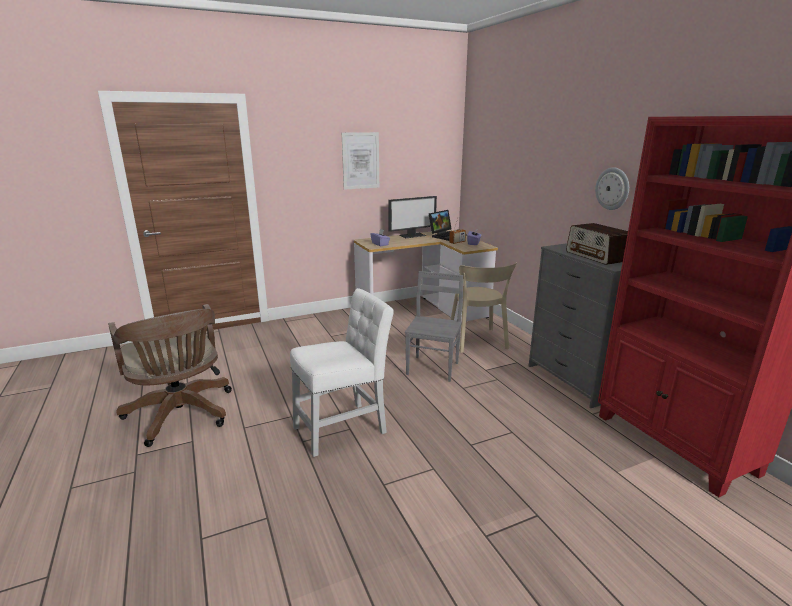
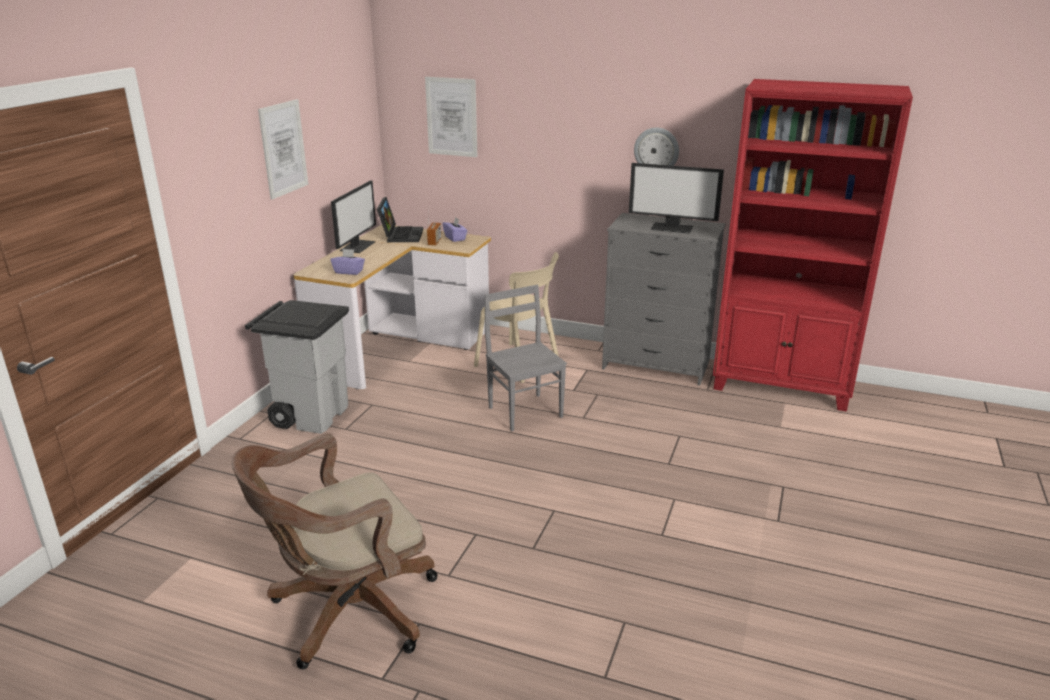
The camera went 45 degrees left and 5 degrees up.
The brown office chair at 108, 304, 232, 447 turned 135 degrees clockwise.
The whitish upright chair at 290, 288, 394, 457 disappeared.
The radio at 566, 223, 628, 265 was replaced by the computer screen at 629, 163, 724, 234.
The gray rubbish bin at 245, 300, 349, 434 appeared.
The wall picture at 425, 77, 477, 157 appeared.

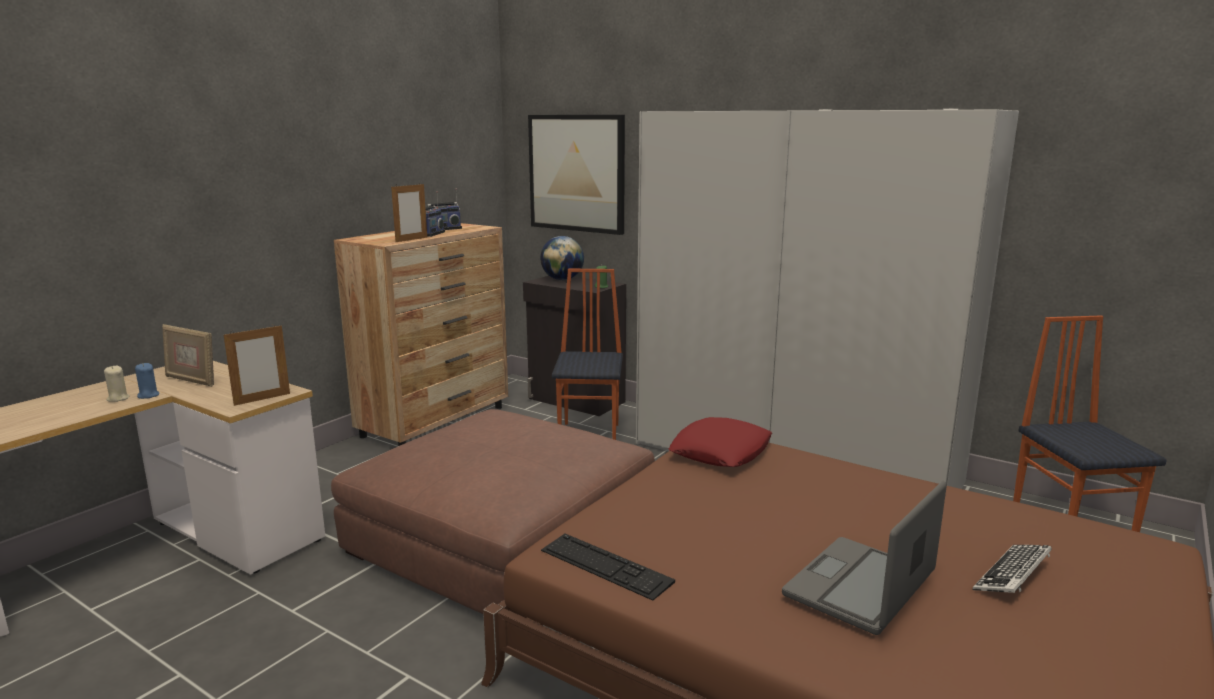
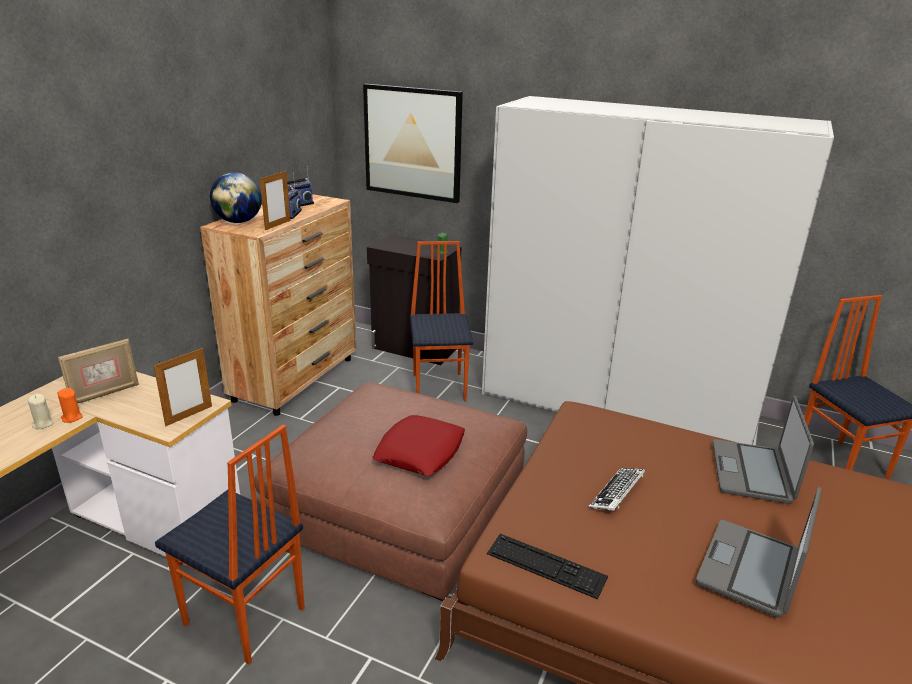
The camera went 10 degrees left and 10 degrees up.
The bluish wax candle at 135, 363, 159, 399 became the orange wax candle at 57, 388, 83, 423.
The picture frame at 162, 324, 214, 387 turned 60 degrees counterclockwise.
The globe moved from 540, 236, 584, 280 to 210, 172, 262, 223.
The red pillow moved from 668, 417, 772, 467 to 373, 415, 465, 476.
The PC keyboard moved from 973, 545, 1052, 593 to 588, 468, 645, 511.
The upright chair at 155, 424, 305, 665 appeared.
The notebook computer at 713, 396, 814, 504 appeared.

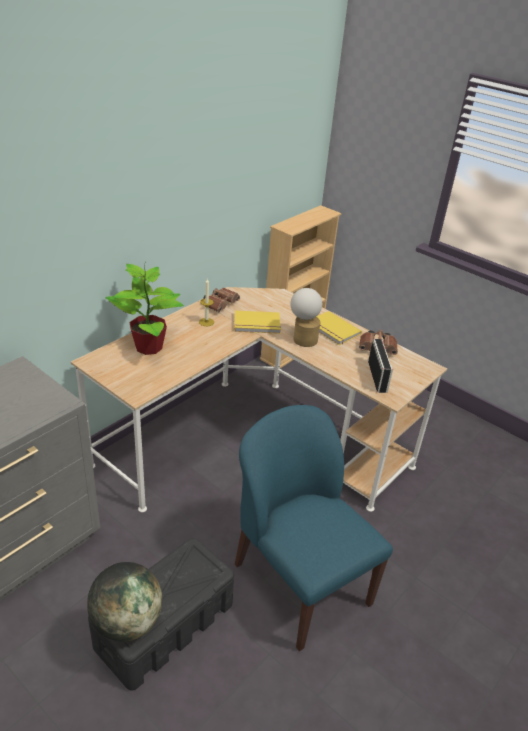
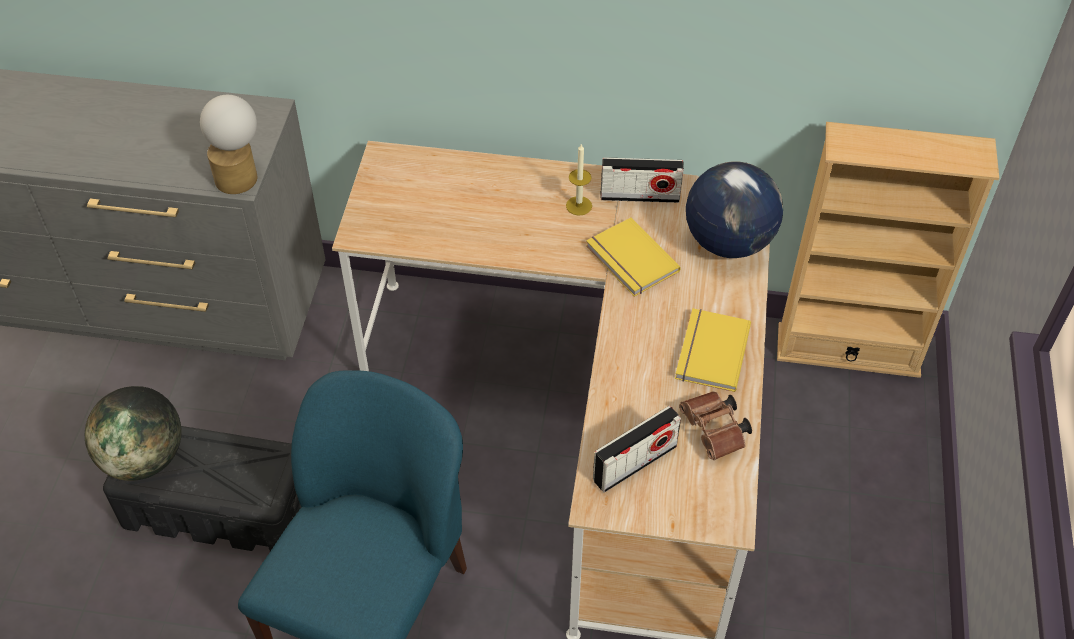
The camera went 60 degrees right and 15 degrees up.
The houseplant at 105, 264, 184, 355 disappeared.
The brown field glasses at 203, 288, 240, 312 was replaced by the radio at 601, 157, 684, 203.
The table lamp moved from 290, 288, 322, 347 to 200, 95, 257, 194.
The globe at 686, 161, 783, 258 appeared.

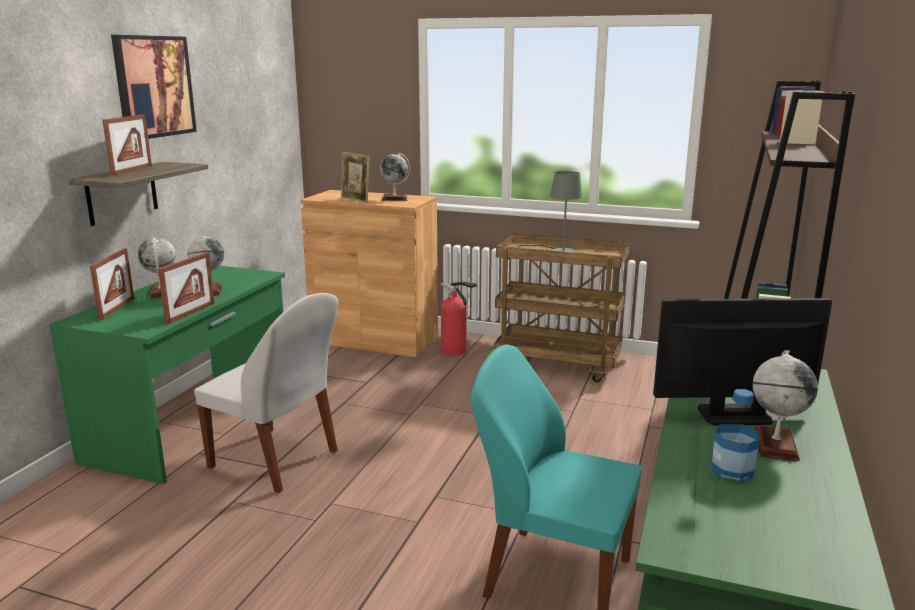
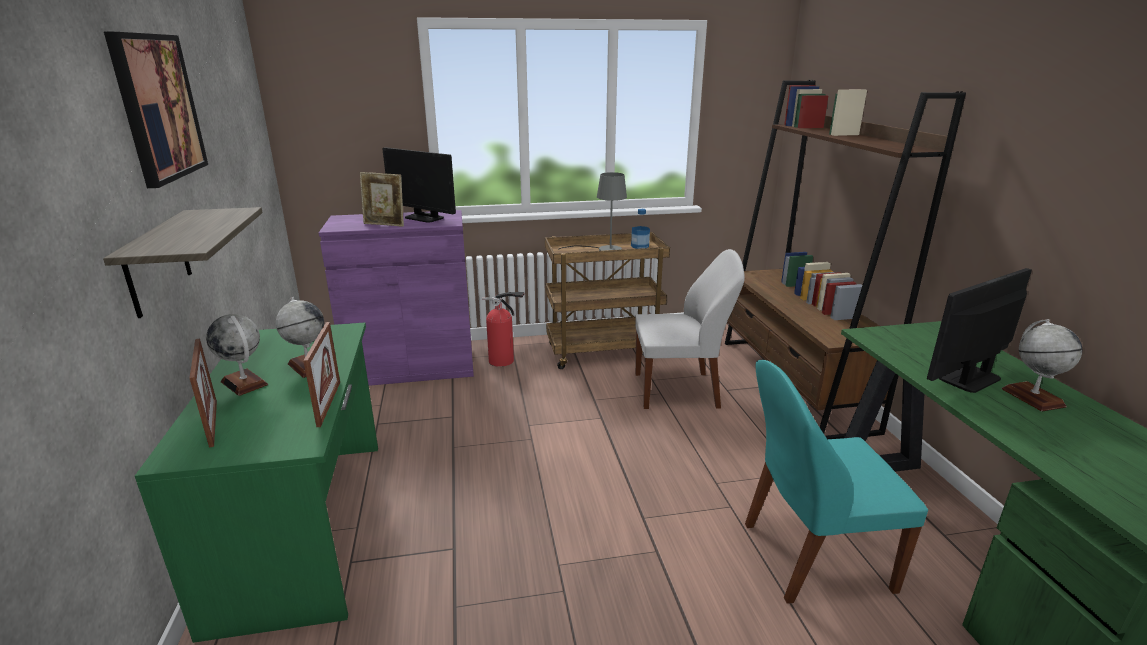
The camera went 30 degrees left and 5 degrees up.
The picture frame at 102, 114, 152, 176 disappeared.
The whitish upright chair moved from 194, 293, 339, 493 to 635, 249, 745, 409.
The brown cupboard at 300, 190, 438, 357 became the purplish cupboard at 319, 210, 474, 386.
The globe at 380, 153, 410, 201 was replaced by the computer screen at 382, 147, 456, 223.
The beverage bottle moved from 711, 389, 760, 482 to 631, 209, 650, 249.

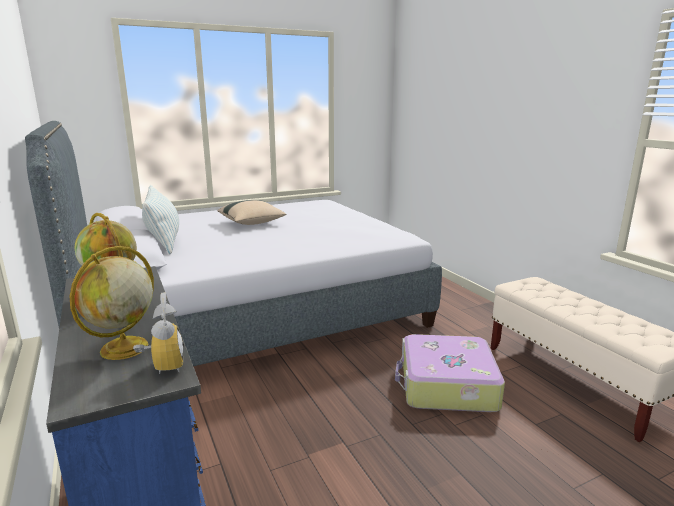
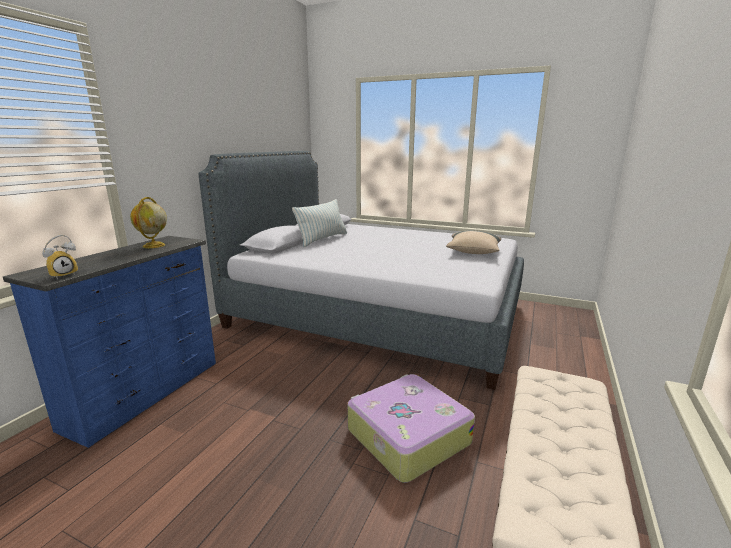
The camera went 50 degrees right and 0 degrees up.
The globe at 70, 246, 154, 360 disappeared.
The beige-coloured pillow moved from 217, 200, 286, 225 to 446, 231, 501, 254.

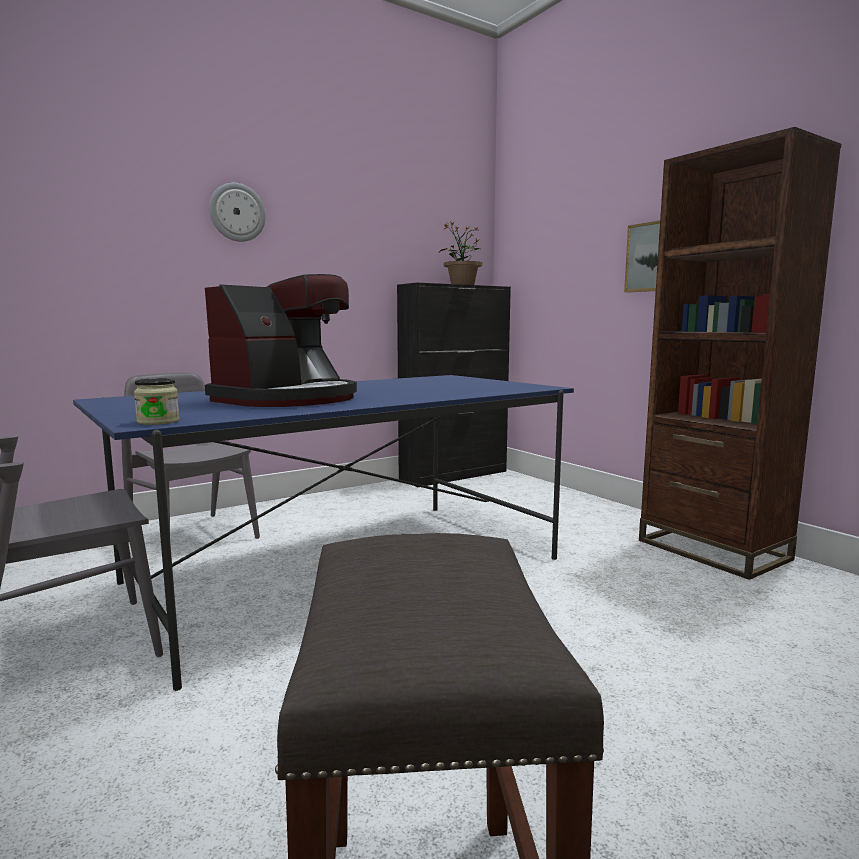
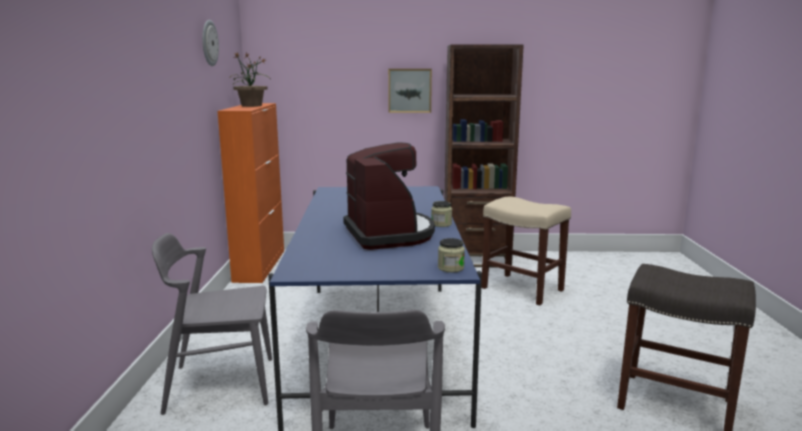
The camera went 55 degrees left and 5 degrees up.
The hanging clock moved from 209, 183, 266, 242 to 202, 20, 219, 66.
The black-coloured cupboard at 397, 283, 511, 487 became the orange cupboard at 217, 103, 284, 283.
The storage jar at 431, 201, 452, 227 appeared.
The beige-coloured stool seat at 481, 197, 571, 306 appeared.

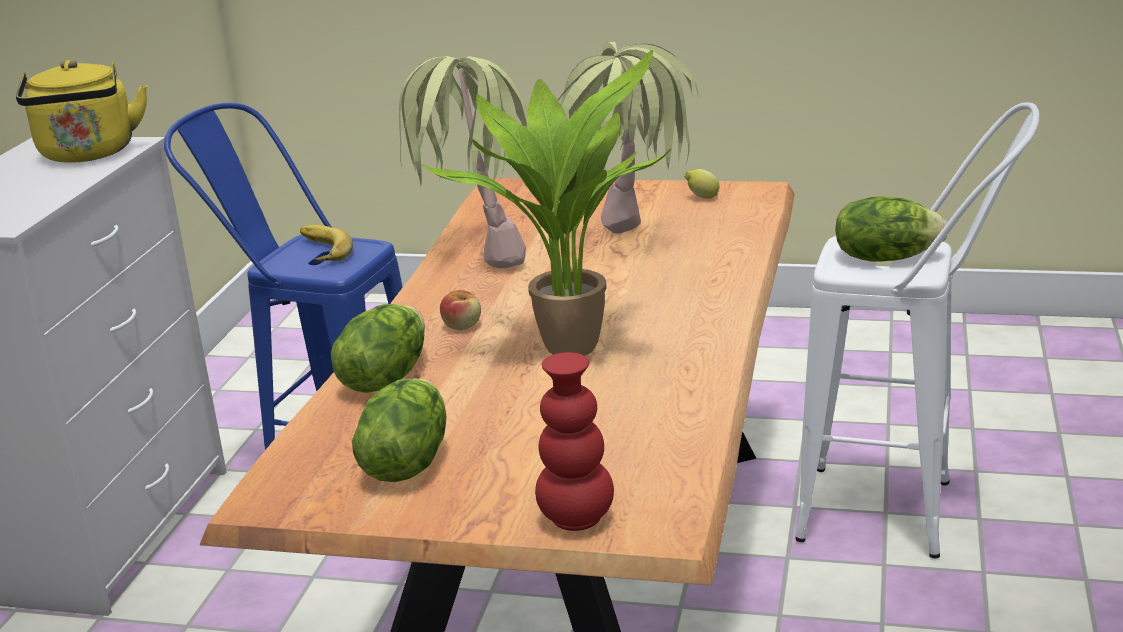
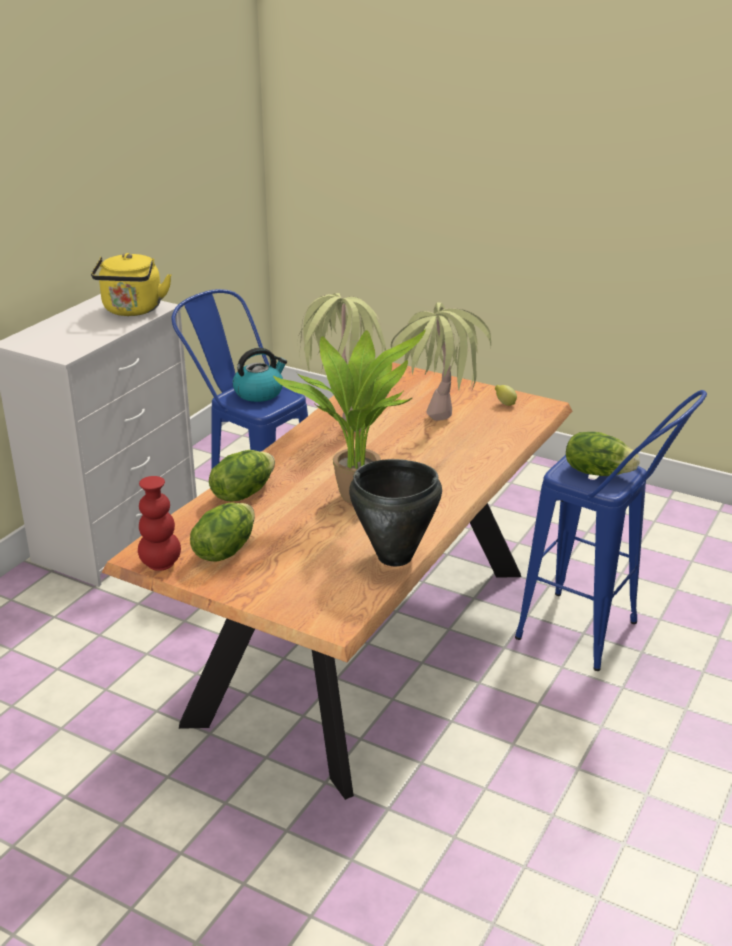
The camera went 15 degrees right and 5 degrees up.
The banana fruit at 300, 225, 353, 262 was replaced by the kettle at 233, 348, 287, 402.
The whole apple at 440, 290, 481, 330 disappeared.
The red vase moved from 535, 352, 614, 531 to 138, 476, 181, 571.
The whitish stool seat at 795, 102, 1040, 559 became the bluish stool seat at 515, 390, 707, 671.
The black-coloured cooking pot at 349, 459, 442, 566 appeared.

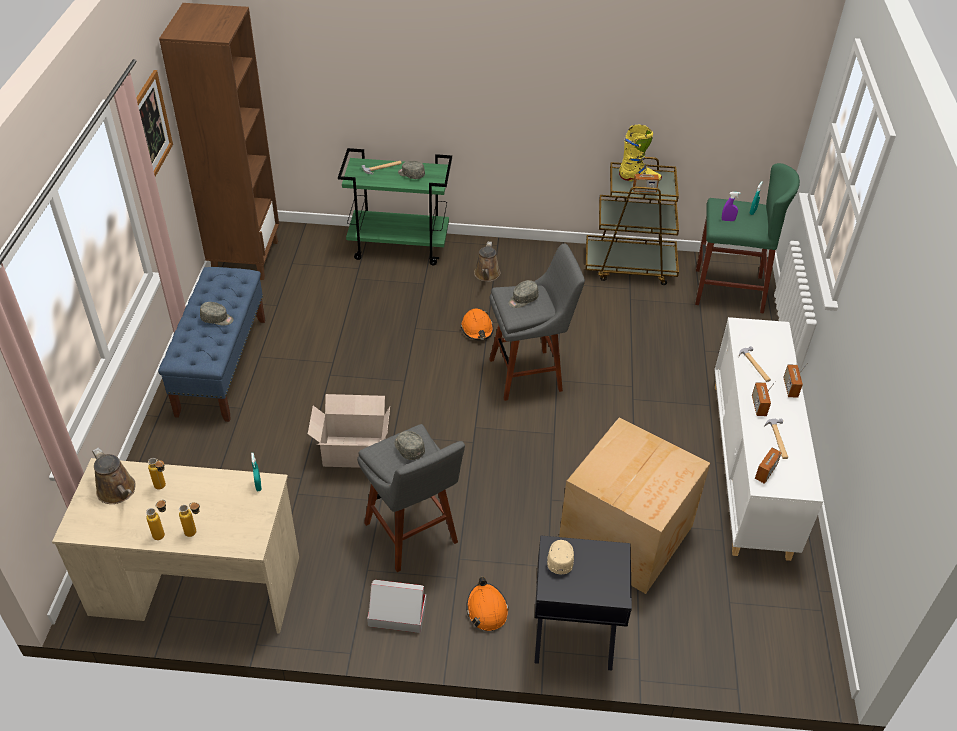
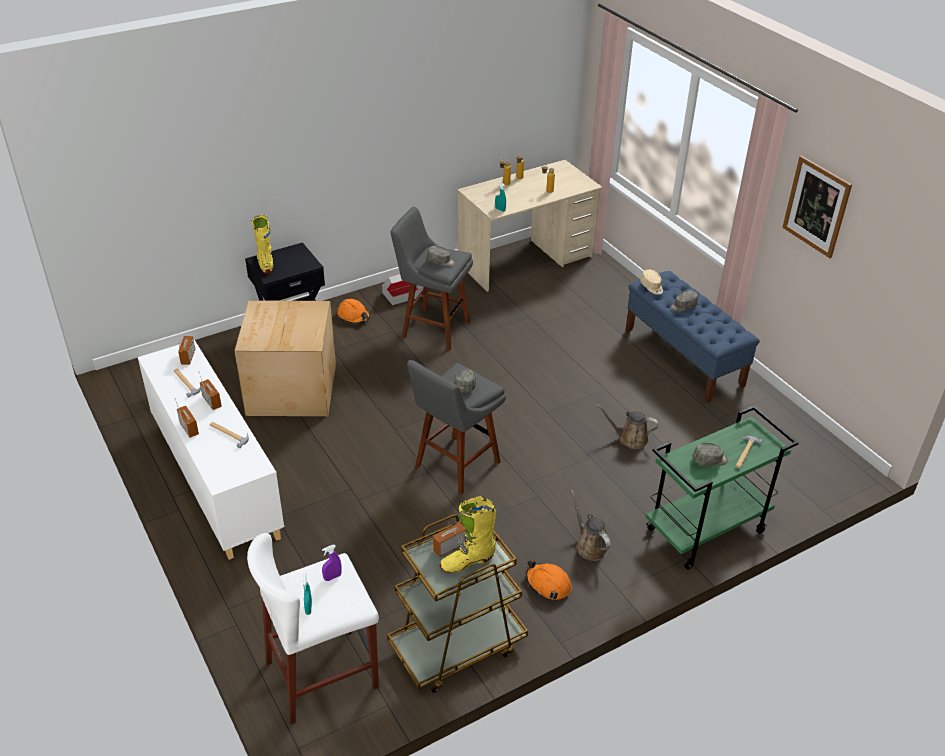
The camera went 145 degrees right and 5 degrees down.
The brown sprinkling can moved from 92, 447, 136, 504 to 596, 404, 659, 449.
The brown bookcase at 159, 3, 279, 280 disappeared.
The packing box at 308, 394, 390, 468 disappeared.
The orange hard hat moved from 461, 308, 494, 340 to 526, 560, 572, 600.
The beige-coloured cap moved from 547, 540, 574, 574 to 640, 269, 663, 294.
The green stool seat at 695, 163, 800, 313 became the whitish stool seat at 247, 533, 379, 724.
The yellowish tall boot at 251, 215, 273, 274 appeared.

